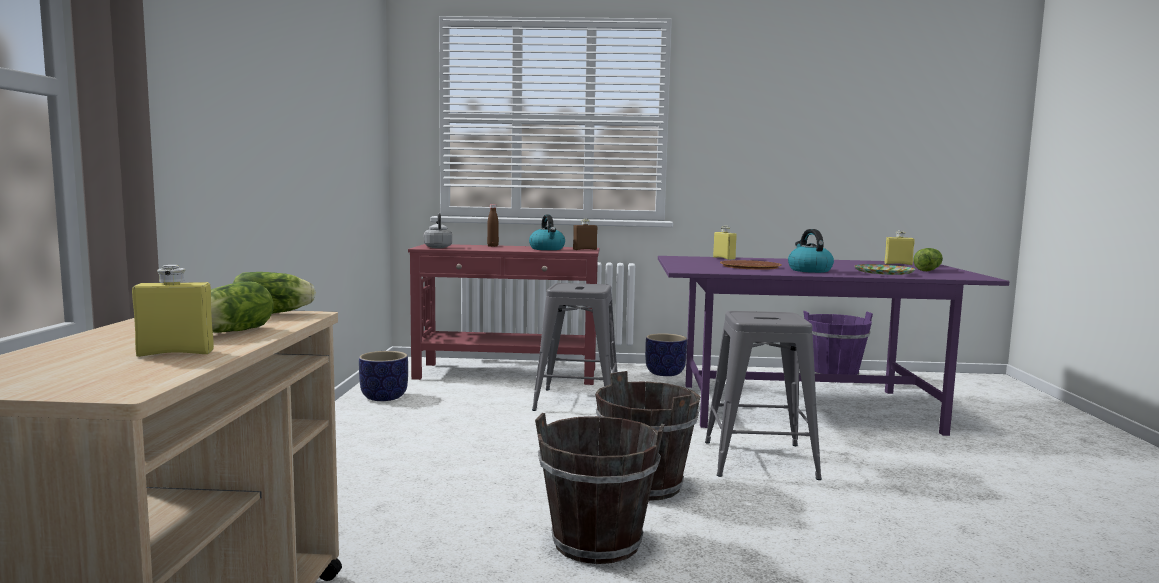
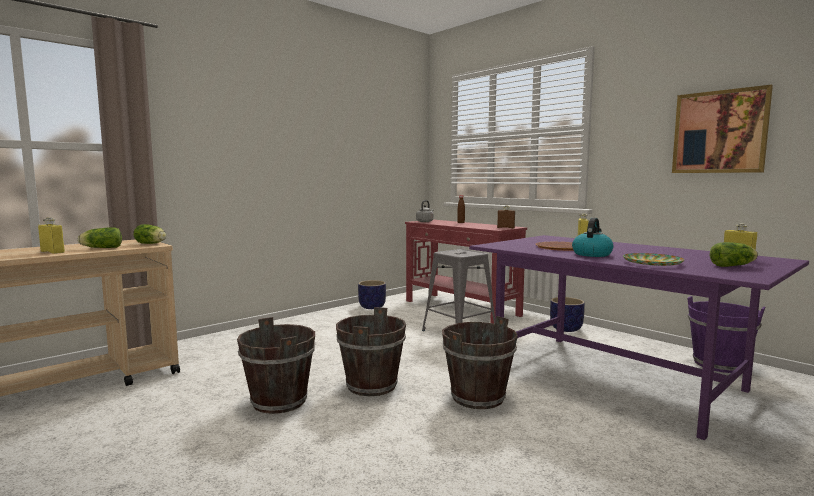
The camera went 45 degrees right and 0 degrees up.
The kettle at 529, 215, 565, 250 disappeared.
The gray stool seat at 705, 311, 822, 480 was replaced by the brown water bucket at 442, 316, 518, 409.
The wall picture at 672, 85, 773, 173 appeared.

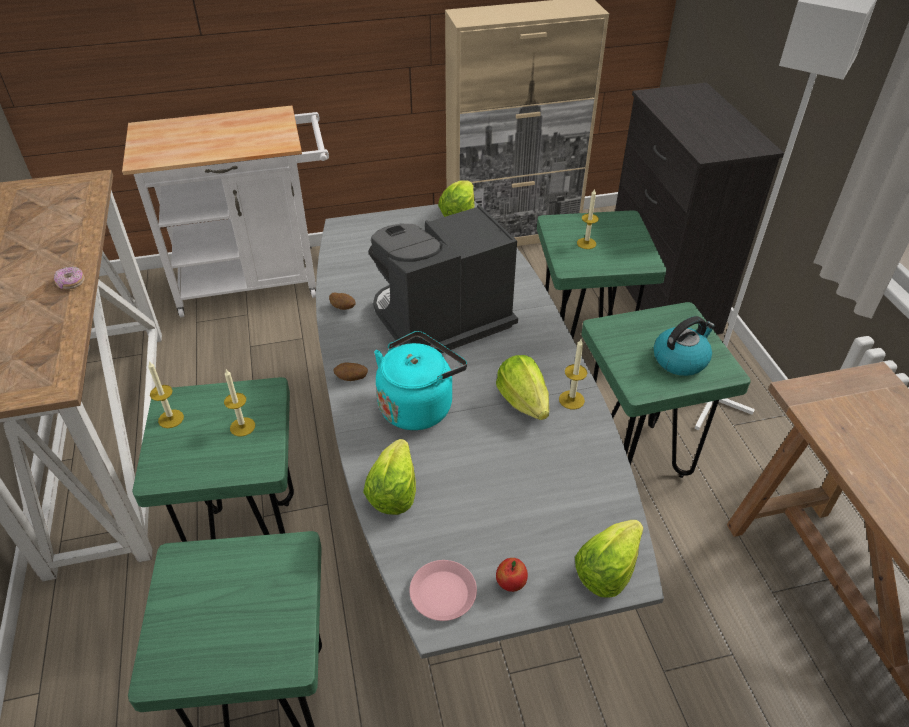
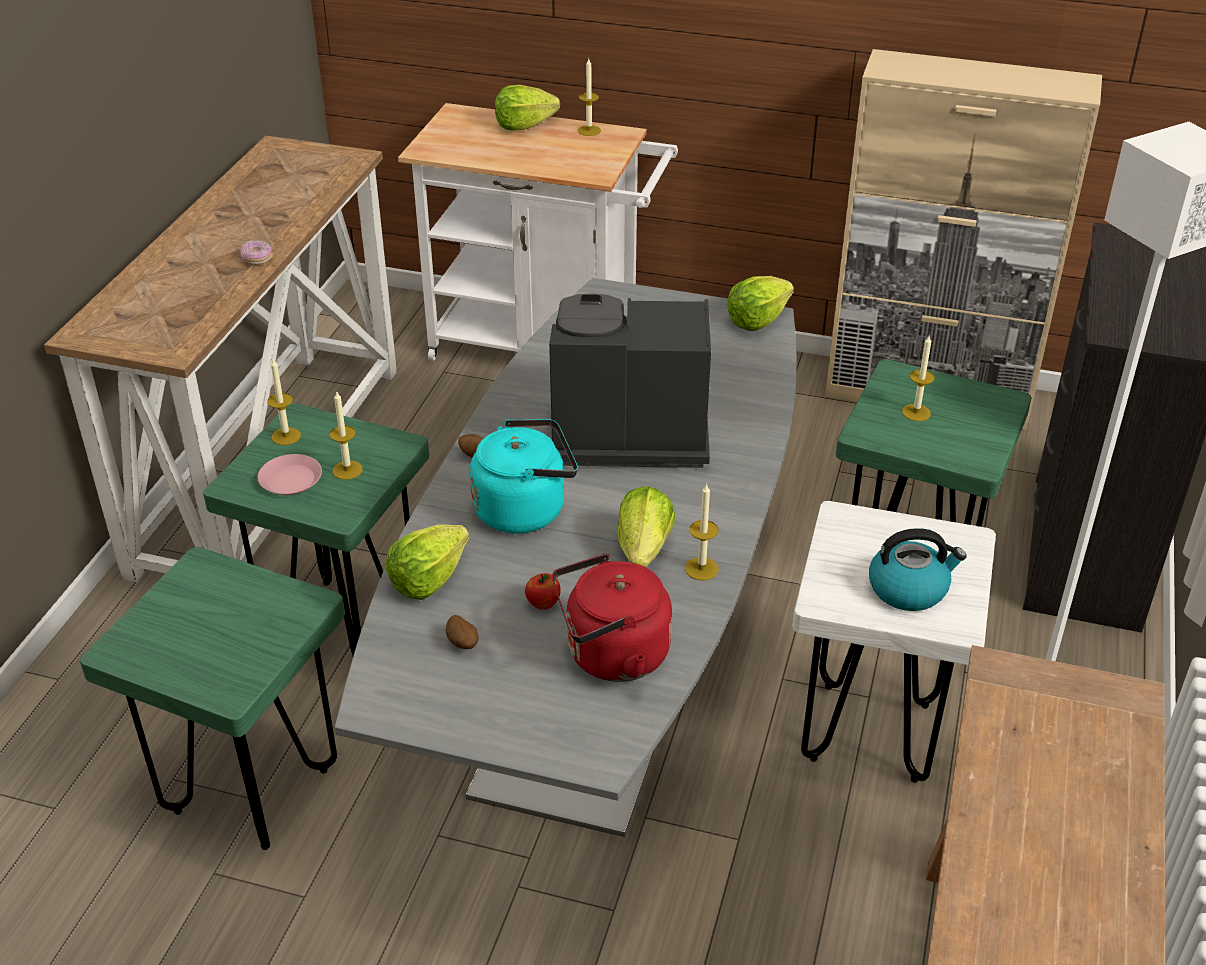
The camera went 30 degrees right and 5 degrees down.
The spud moved from 329, 292, 356, 310 to 446, 615, 479, 649.
The pink flat dish moved from 409, 560, 477, 621 to 257, 454, 322, 495.
The whole apple moved from 496, 558, 528, 592 to 525, 573, 561, 610.
The head of lettuce moved from 575, 520, 643, 598 to 495, 85, 560, 131.
The green stool seat at 581, 302, 751, 478 became the whitish stool seat at 793, 501, 996, 783.
The red kettle at 552, 553, 672, 682 appeared.
The wax candle at 578, 59, 601, 136 appeared.

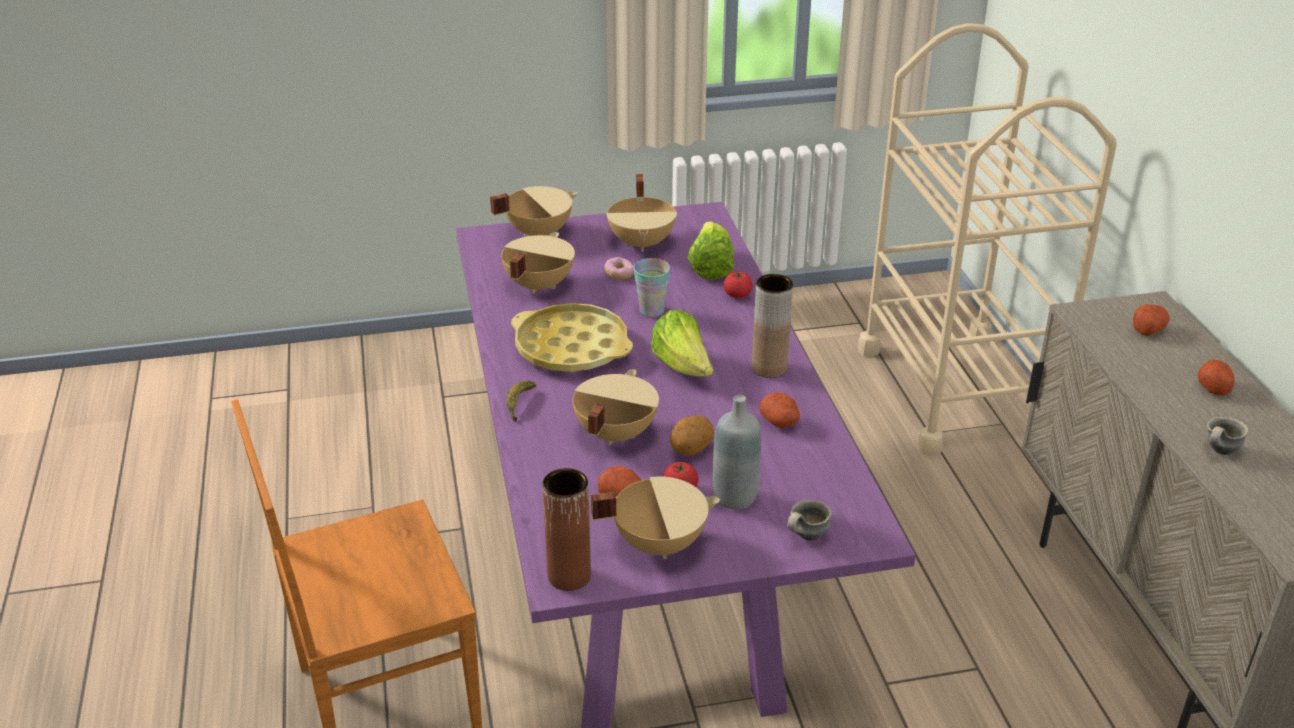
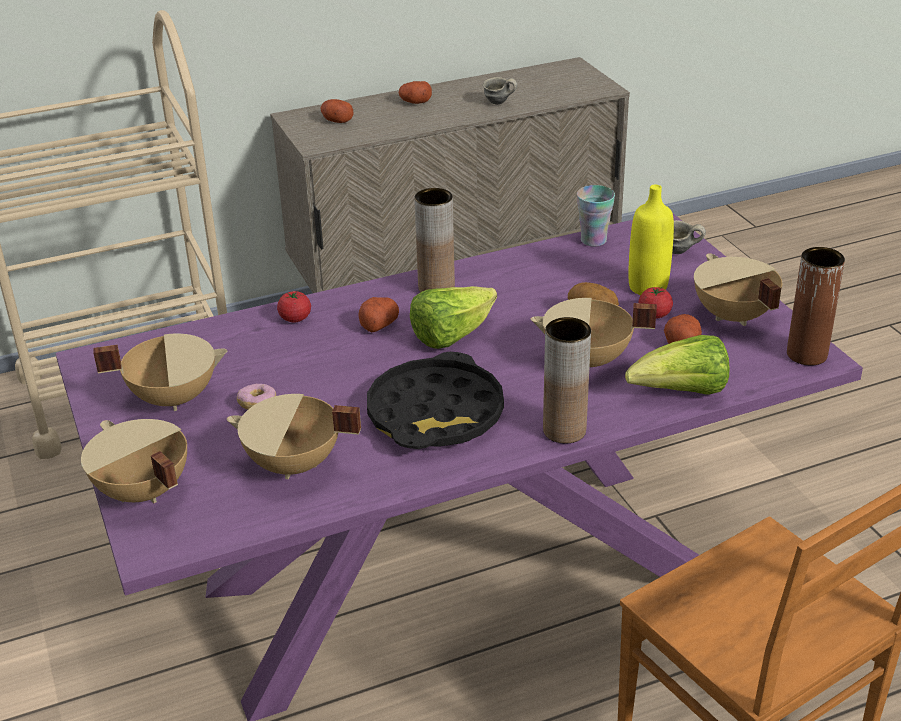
The camera went 100 degrees left and 0 degrees up.
The banana fruit at 506, 381, 536, 422 was replaced by the brown vase at 543, 317, 591, 444.
The yellowish serving tray at 511, 303, 633, 372 became the black-coloured serving tray at 367, 352, 504, 449.
The cup moved from 634, 258, 670, 317 to 577, 185, 615, 247.
The head of lettuce moved from 688, 222, 735, 280 to 625, 335, 729, 395.
The gray beverage bottle at 713, 394, 761, 510 became the yellowish beverage bottle at 628, 185, 674, 295.
The spud moved from 759, 392, 800, 428 to 358, 297, 399, 332.

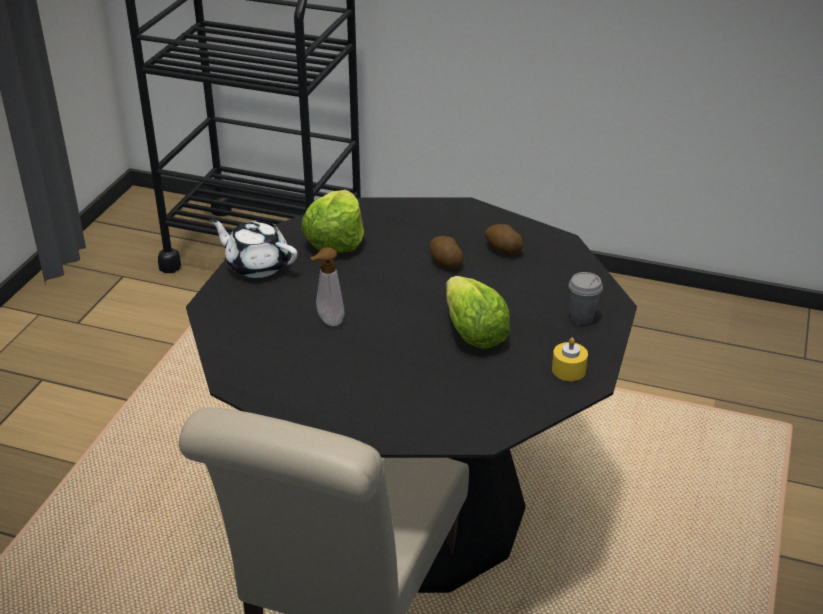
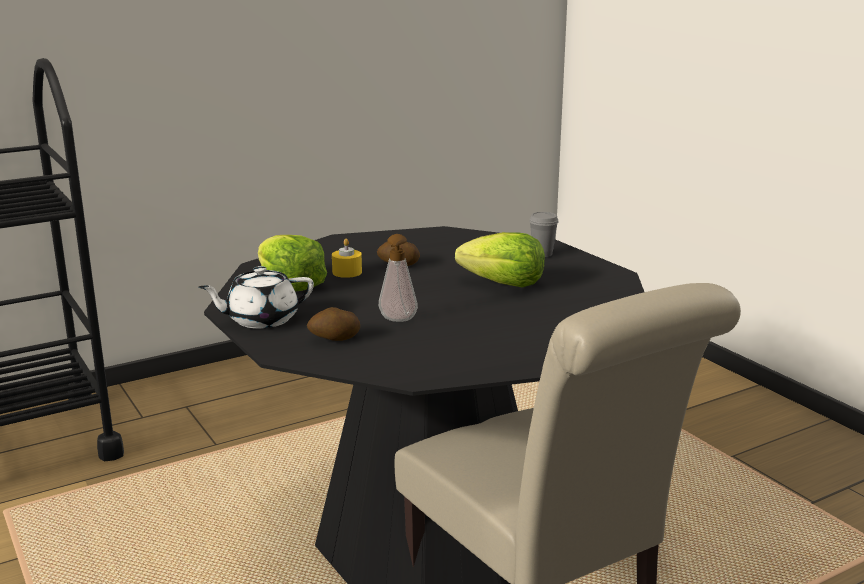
The camera went 50 degrees left and 15 degrees down.
The spud moved from 485, 224, 523, 255 to 307, 307, 360, 341.
The yellowish wax candle moved from 552, 338, 588, 381 to 332, 239, 362, 278.

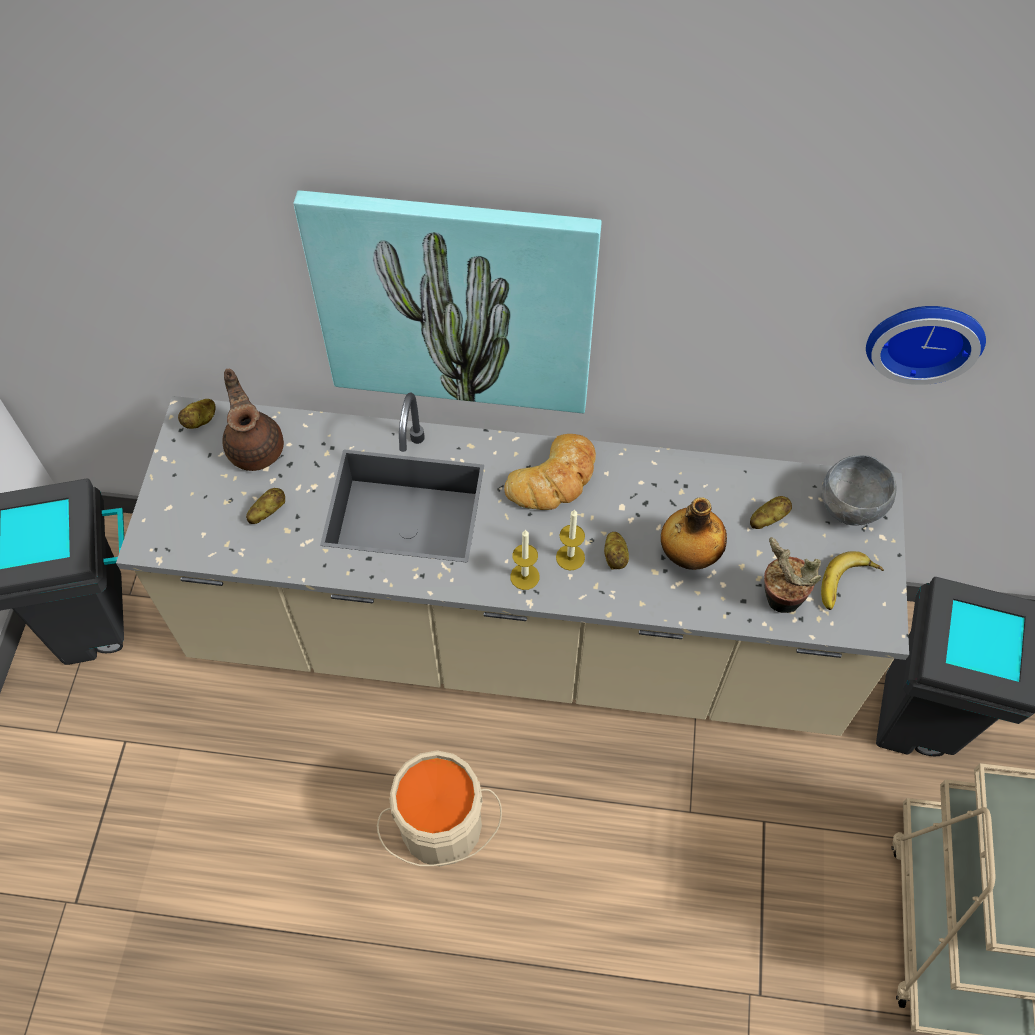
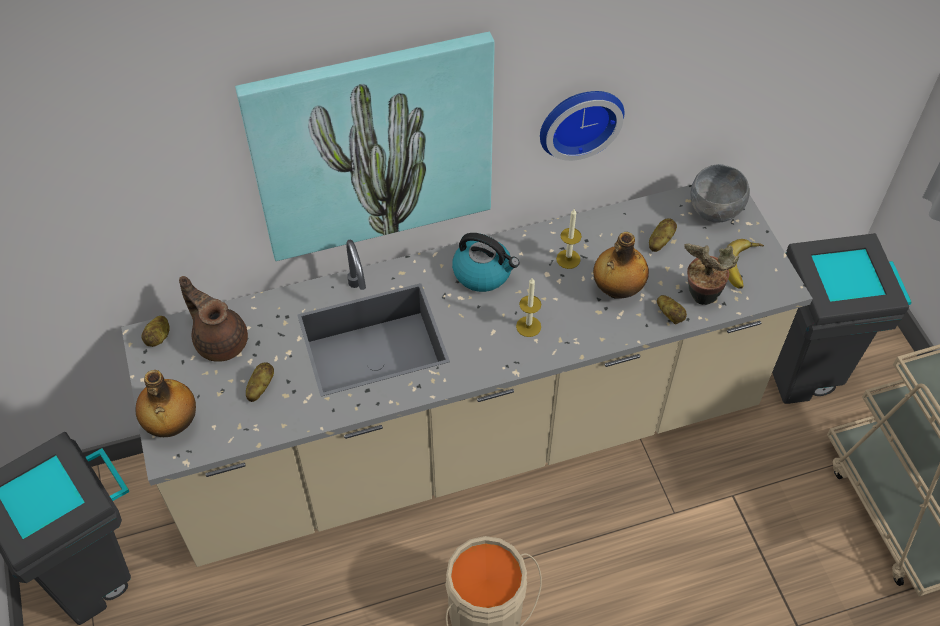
The camera went 25 degrees left and 5 degrees down.
The bread at 504, 434, 596, 510 was replaced by the kettle at 452, 233, 520, 292.
The wax candle moved from 510, 530, 540, 590 to 556, 209, 582, 269.
The spud moved from 604, 532, 629, 570 to 657, 295, 687, 325.
The hanging clock moved from 866, 306, 986, 385 to 540, 91, 624, 161.
The beverage bottle at 135, 370, 196, 437 appeared.

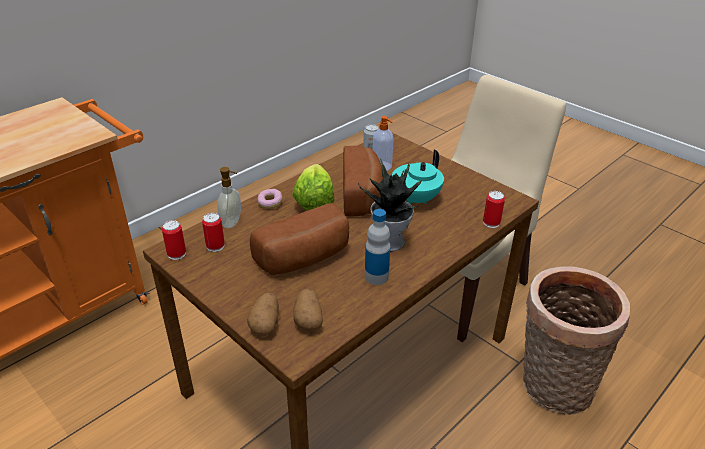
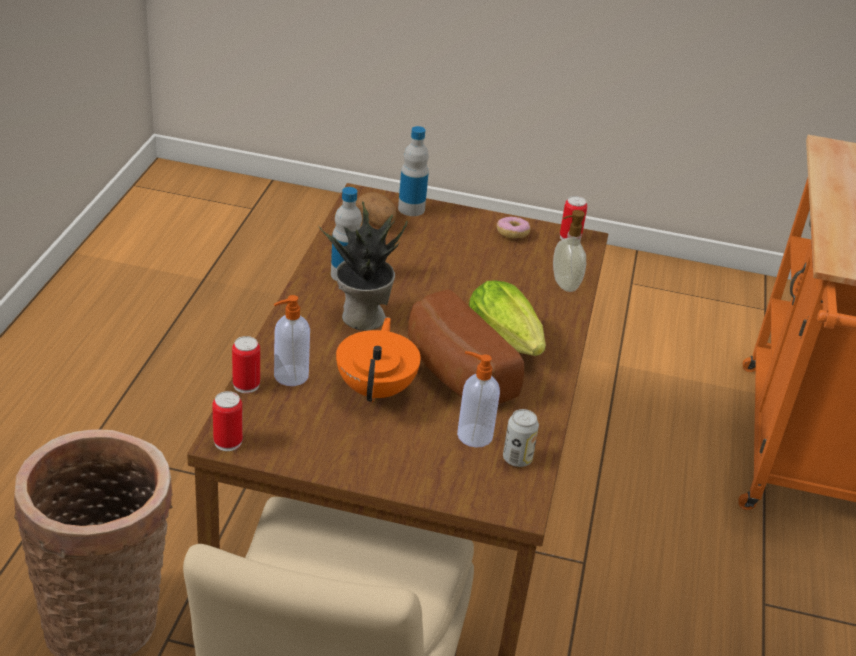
The camera went 145 degrees right and 0 degrees up.
The can moved from 202, 213, 225, 252 to 212, 391, 243, 451.
The spud at 247, 293, 279, 336 was replaced by the beverage bottle at 398, 126, 429, 216.
The bread at 250, 203, 349, 275 disappeared.
The donut moved from 258, 189, 283, 209 to 497, 217, 530, 238.
The turquoise teapot at 392, 150, 444, 204 became the orange teapot at 336, 317, 421, 402.
The soap dispenser at 274, 295, 310, 386 appeared.

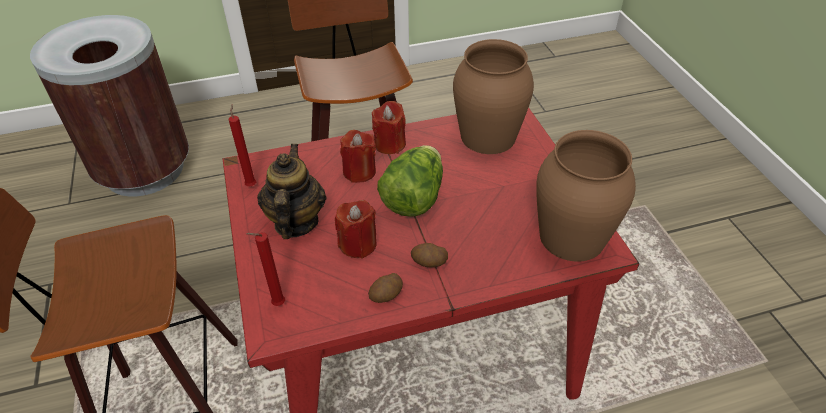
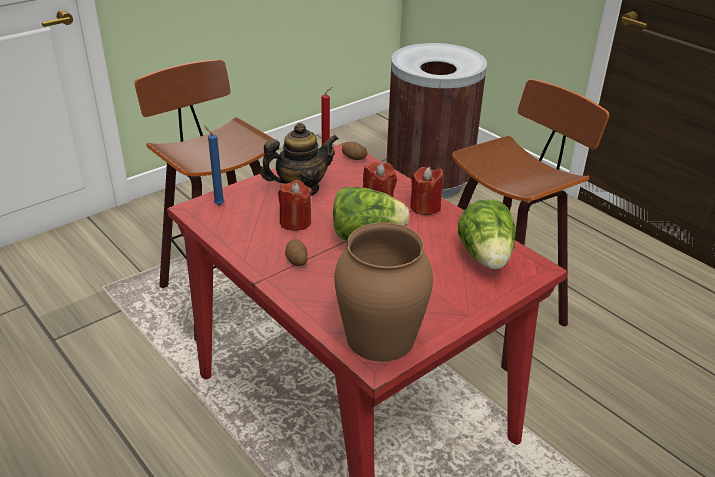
The camera went 65 degrees right and 10 degrees down.
The red wax candle at 247, 232, 285, 306 became the bluish wax candle at 205, 126, 225, 205.
The spud moved from 368, 273, 403, 303 to 342, 142, 368, 160.
The brown vase at 453, 39, 534, 154 was replaced by the head of lettuce at 458, 199, 516, 270.

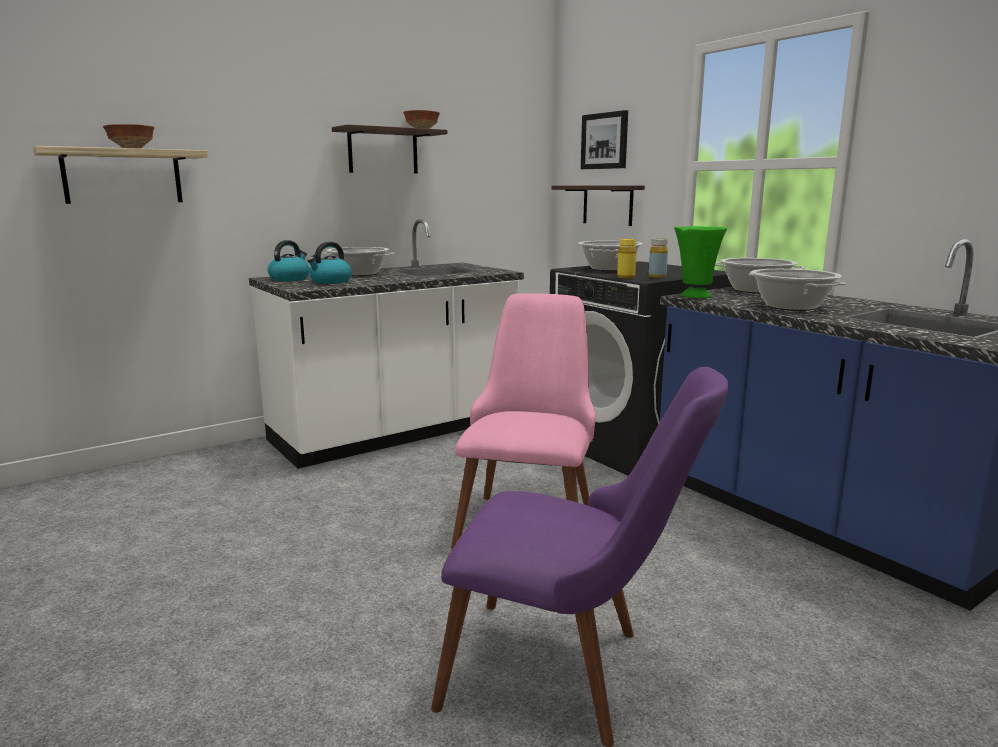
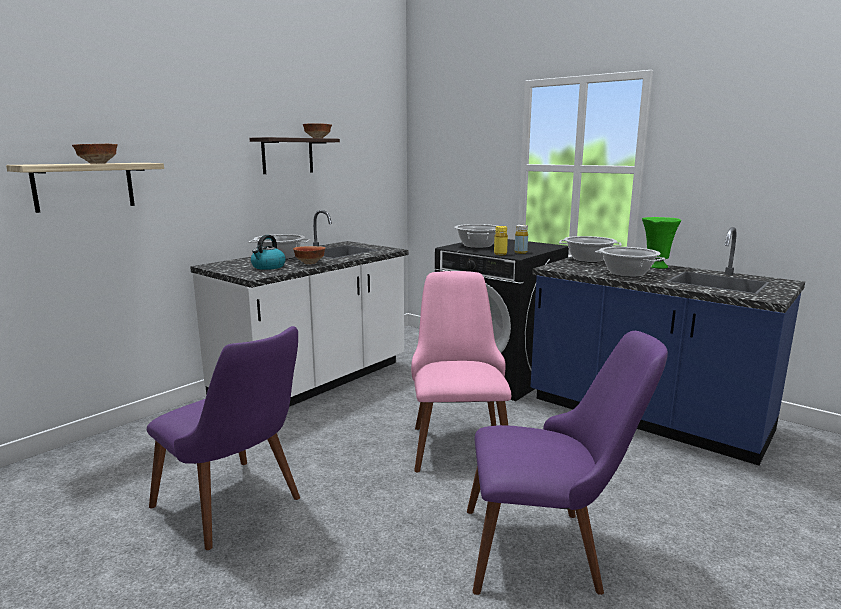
The camera went 15 degrees left and 0 degrees up.
The kettle at 268, 240, 310, 281 disappeared.
The wall shelf at 551, 186, 645, 226 disappeared.
The wall picture at 581, 110, 628, 169 disappeared.
The green vase moved from 674, 226, 727, 298 to 642, 217, 681, 269.
The purplish upright chair at 147, 326, 300, 550 appeared.
The serving bowl at 293, 246, 325, 264 appeared.

